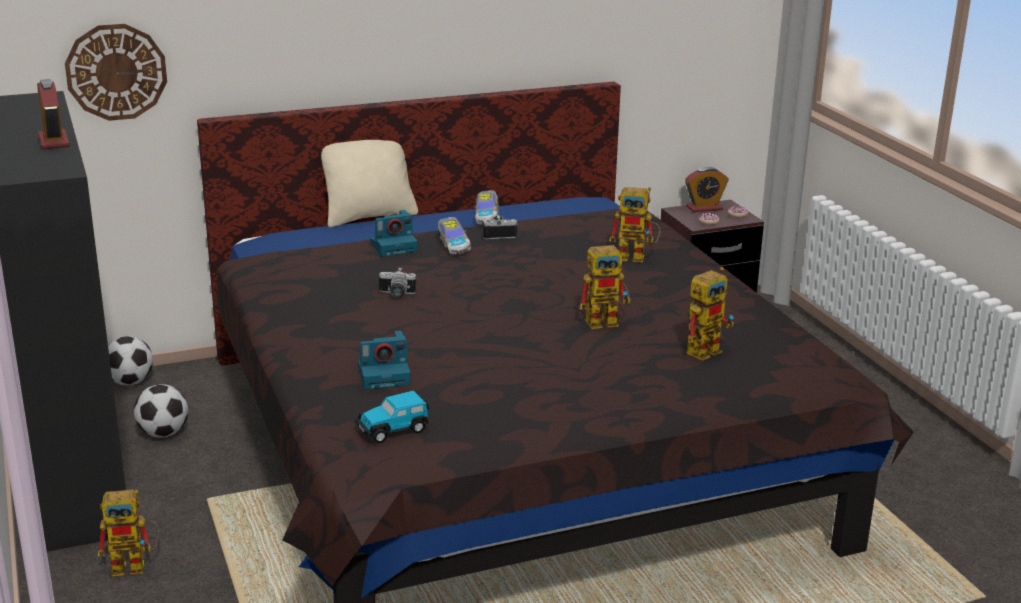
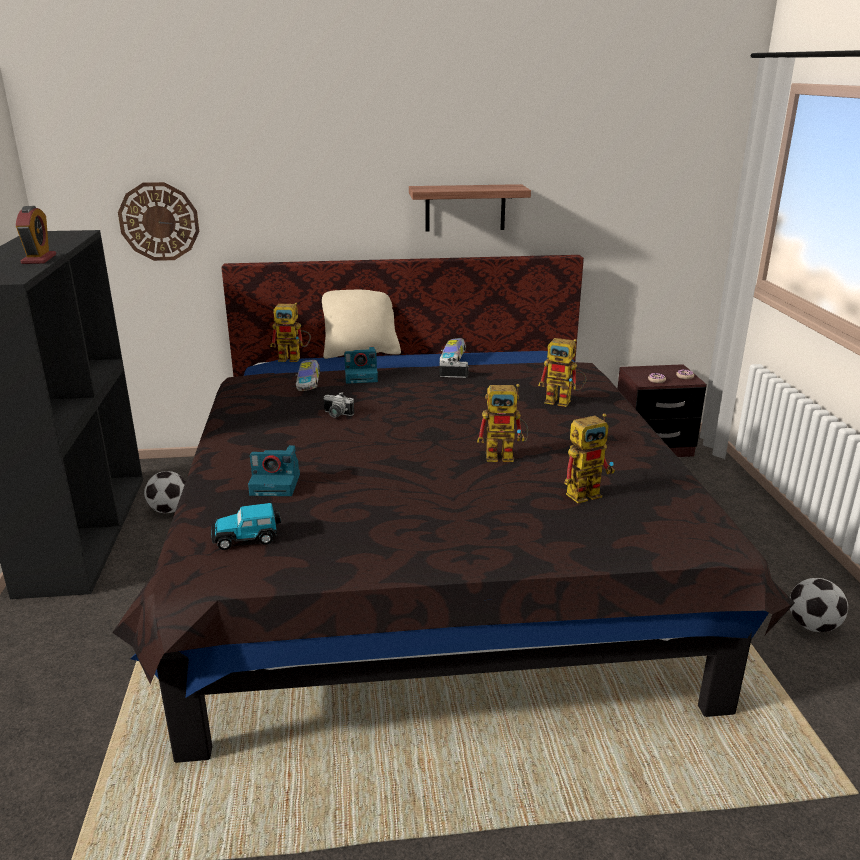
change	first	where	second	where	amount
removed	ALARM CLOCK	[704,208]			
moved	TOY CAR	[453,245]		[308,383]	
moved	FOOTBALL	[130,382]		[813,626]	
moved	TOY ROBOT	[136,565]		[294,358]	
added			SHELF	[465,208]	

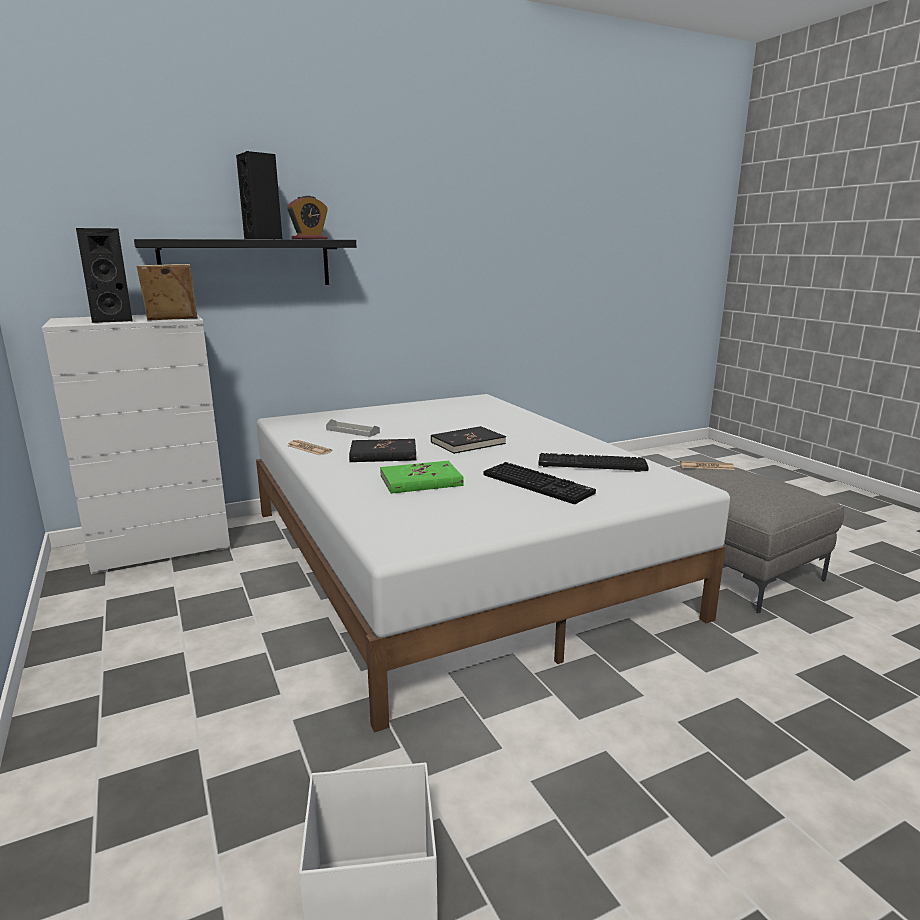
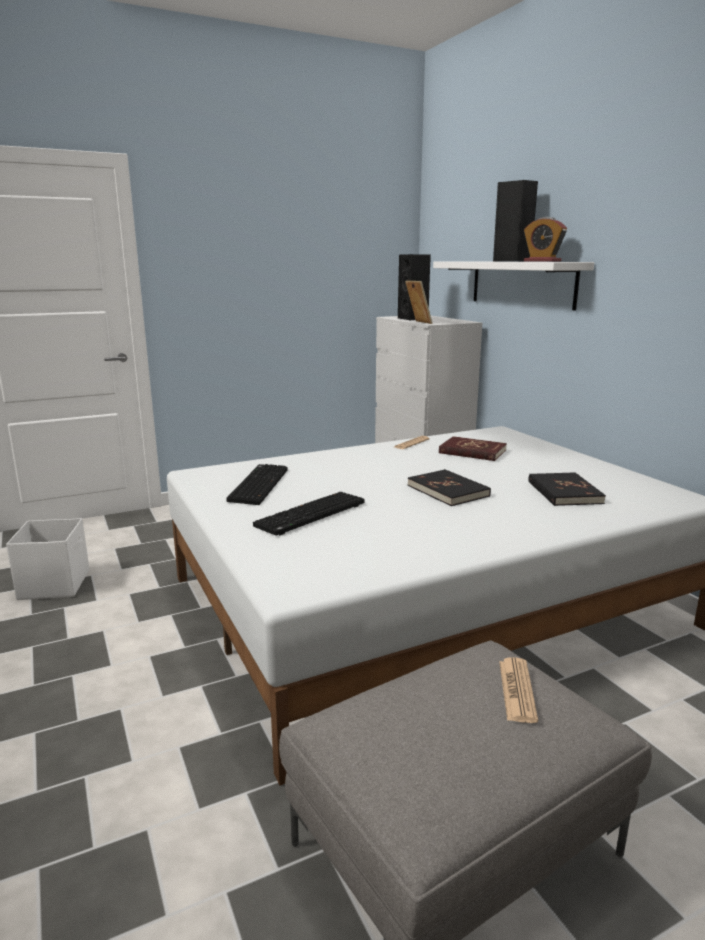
change	first	where	second	where	amount
recoloured	BLACK SHELF	[246,263]	WHITE SHELF	[522,283]	
replaced	GREY TRAY	[352,431]	RED BOOK	[472,452]	
moved	BLACK BOOK	[383,454]		[564,492]	
moved	KEYBOARD	[590,465]		[257,485]	
removed	GREEN BOOK	[421,481]			

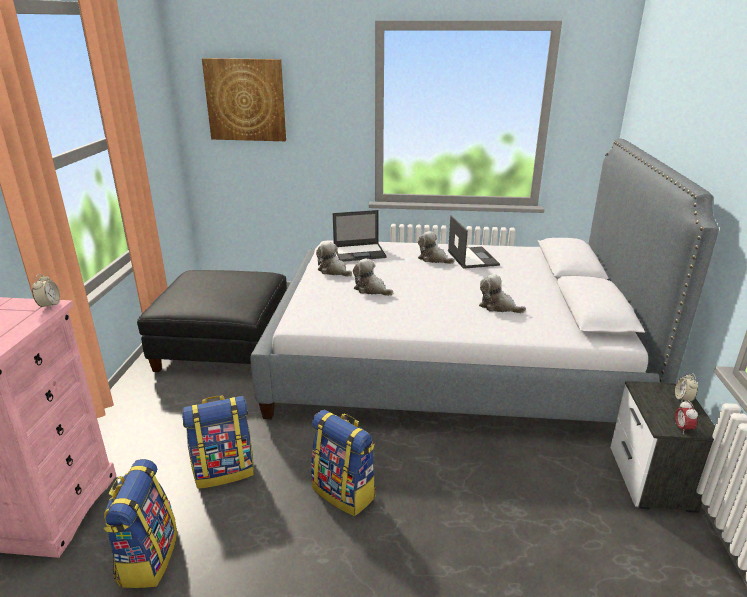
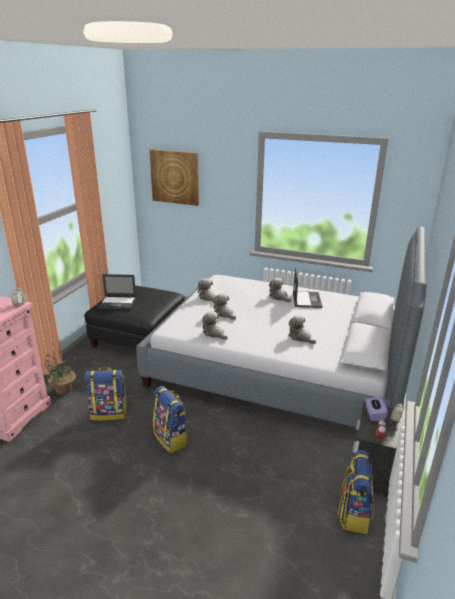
change	first	where	second	where	amount
moved	LAPTOP	[360,252]		[118,303]	
moved	BACKPACK	[147,557]		[353,513]	
added			PLUSH TOY	[214,333]	
added			POTTED PLANT	[63,390]	
added			PURPLE TISSUE BOX	[374,414]	

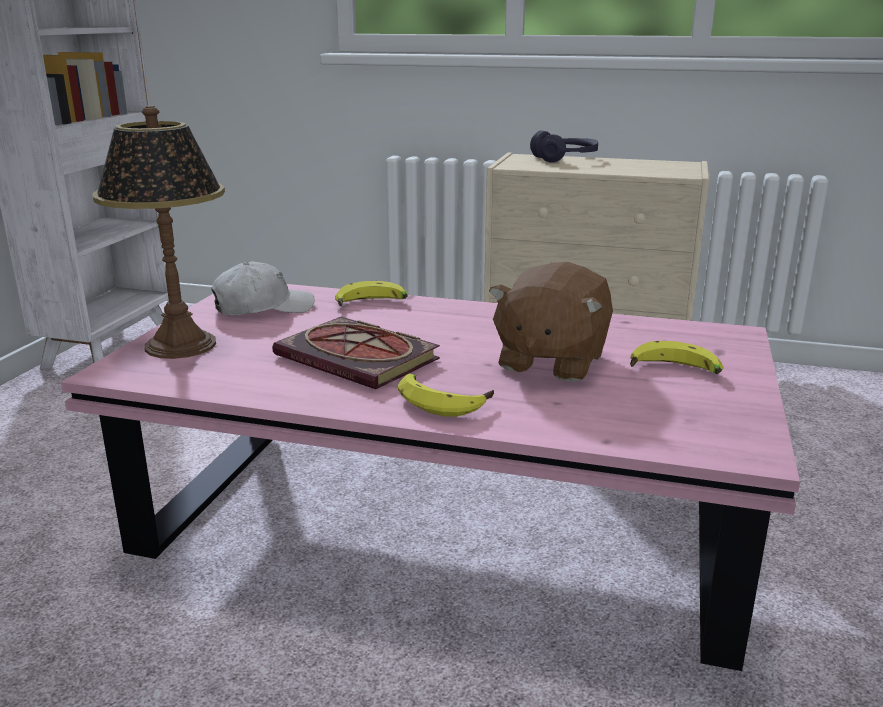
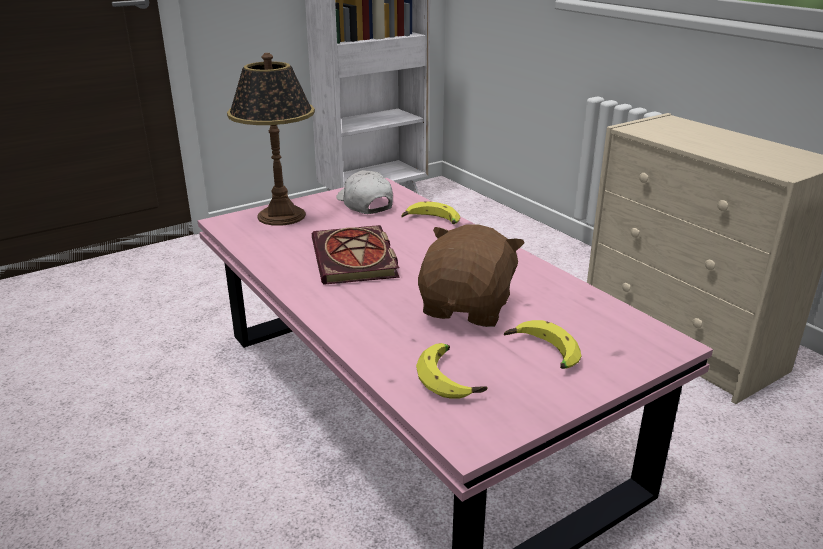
change	first	where	second	where	amount
removed	PURPLE HEADPHONES	[564,159]			
turned	WHITE CAP	[263,308]		[364,204]	135 degrees counterclockwise
turned	BROWN PLUSH TOY	[550,361]		[468,308]	135 degrees clockwise
moved	BANANA	[444,401]		[452,378]	

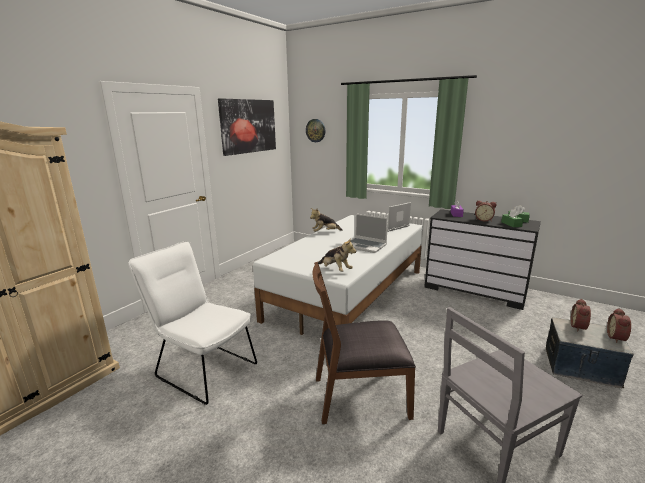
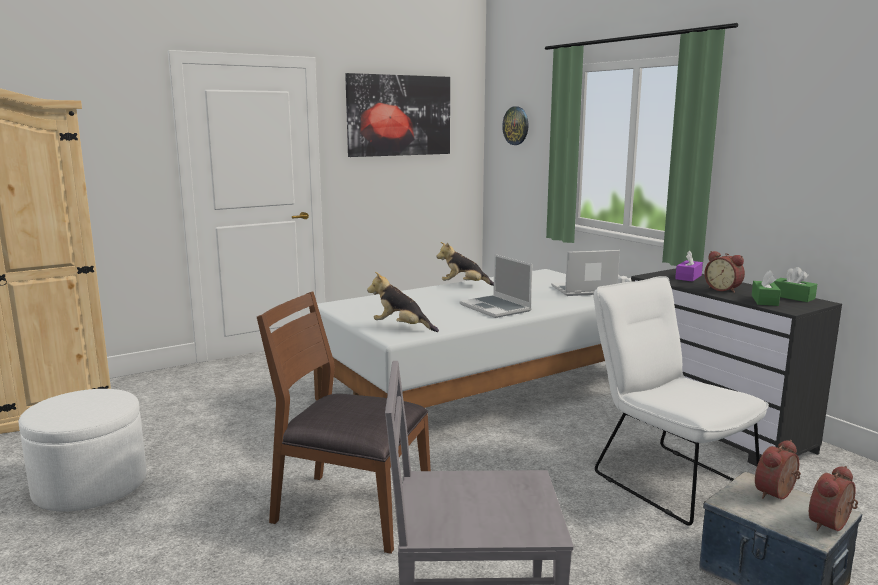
change	first	where	second	where	amount
turned	PLUSH TOY	[335,270]		[402,328]	135 degrees clockwise
moved	WHITE CHAIR	[202,368]		[665,478]	
added			WHITE OTTOMAN	[90,486]	

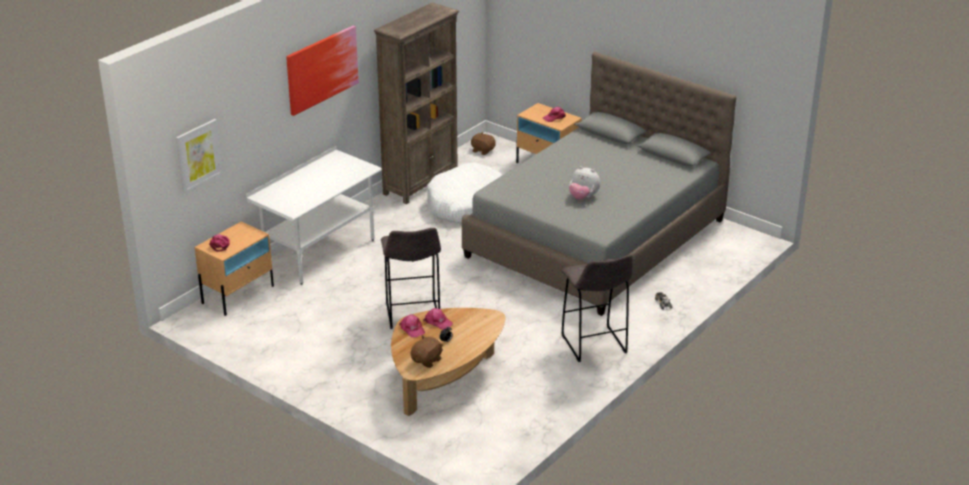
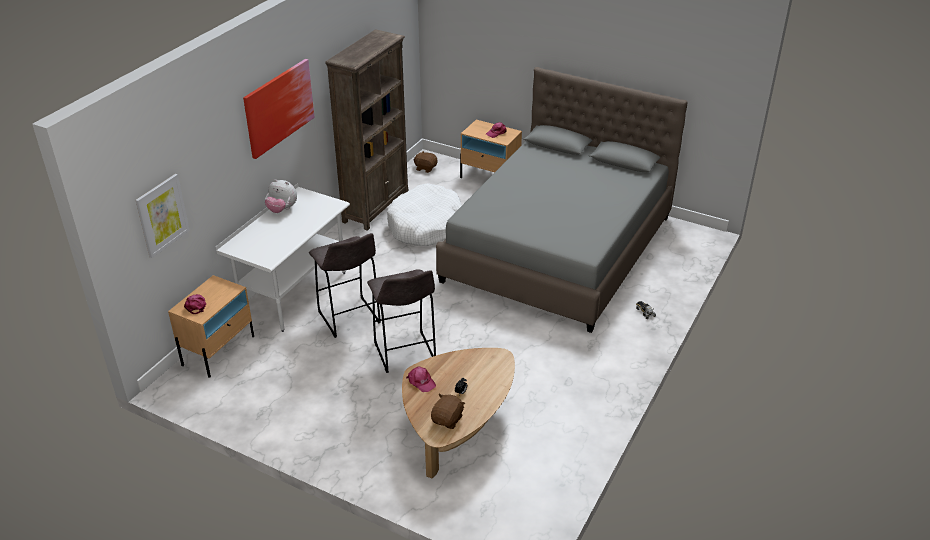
change	first	where	second	where	amount
moved	PLUSH TOY	[583,197]		[282,209]	
moved	GREY STOOL	[594,345]		[349,318]	
removed	PINK CAP	[438,322]			

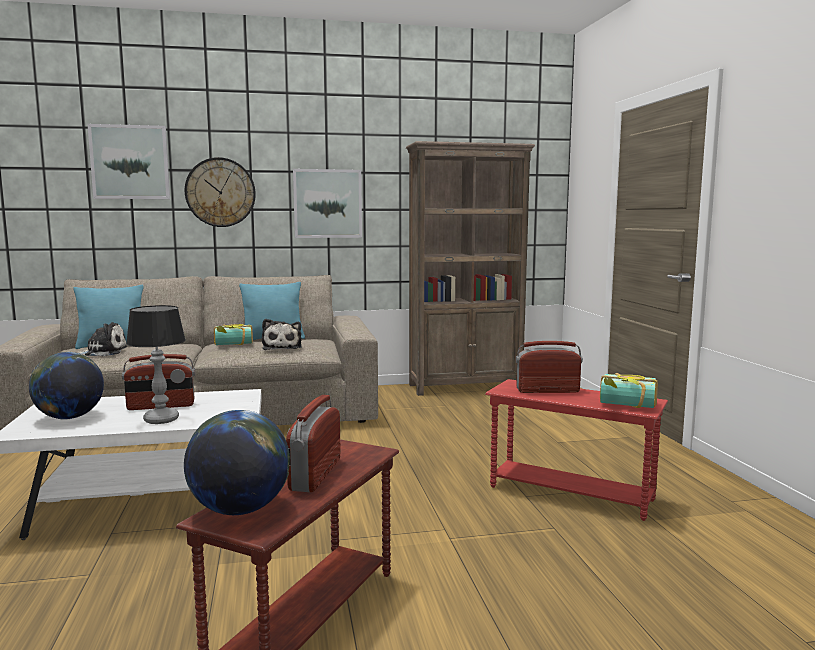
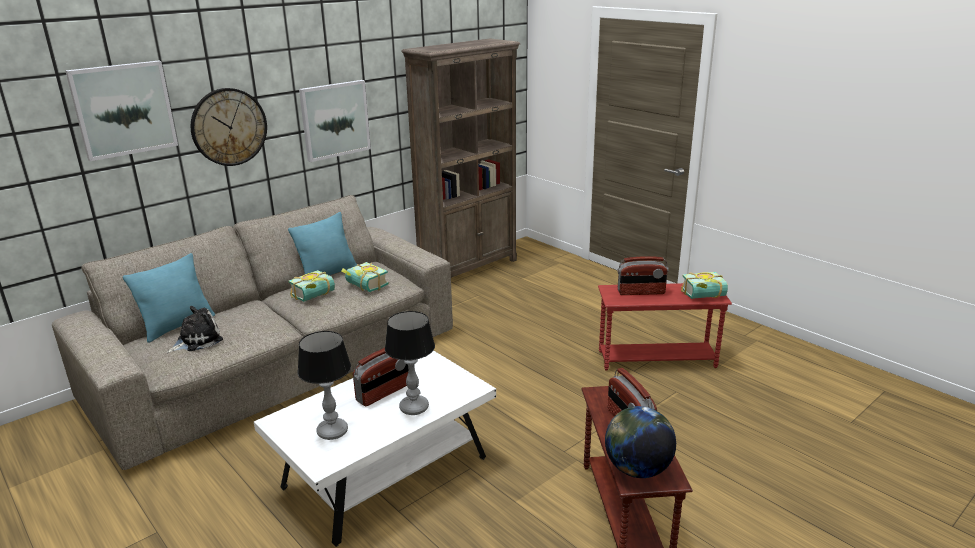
change	first	where	second	where	amount
replaced	PLUSH TOY	[282,347]	BOOK	[364,287]	
turned	RADIO	[547,390]		[641,292]	150 degrees counterclockwise
replaced	GLOBE	[70,418]	TABLE LAMP	[332,432]	

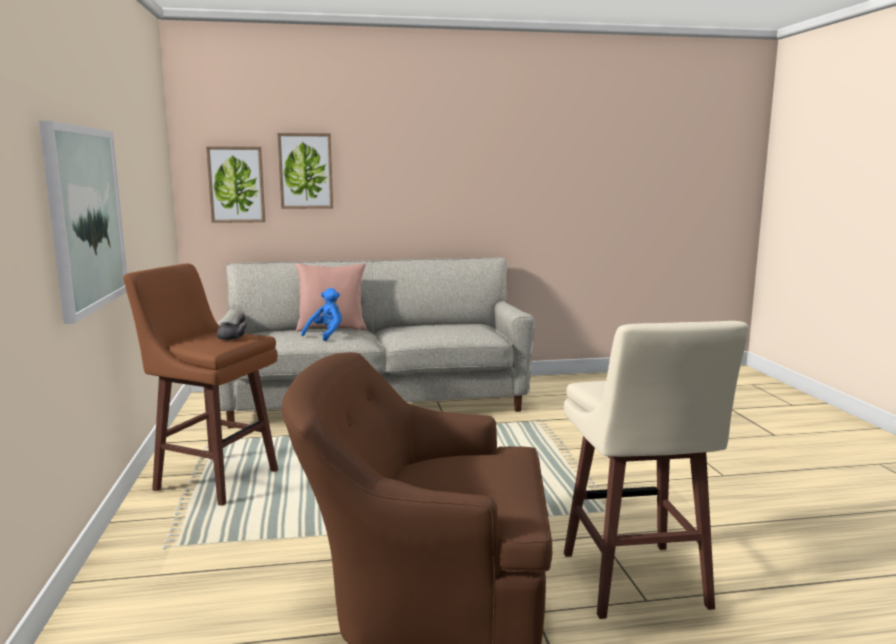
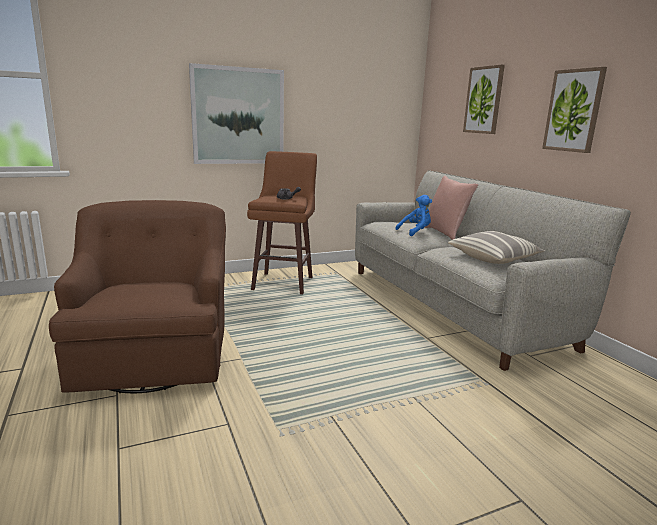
change	first	where	second	where	amount
moved	PICTURE	[236,184]		[573,110]	
turned	BLUE PLUSH TOY	[326,335]		[415,232]	45 degrees counterclockwise
removed	BEIGE STOOL	[634,583]			
added			PILLOW	[494,258]	

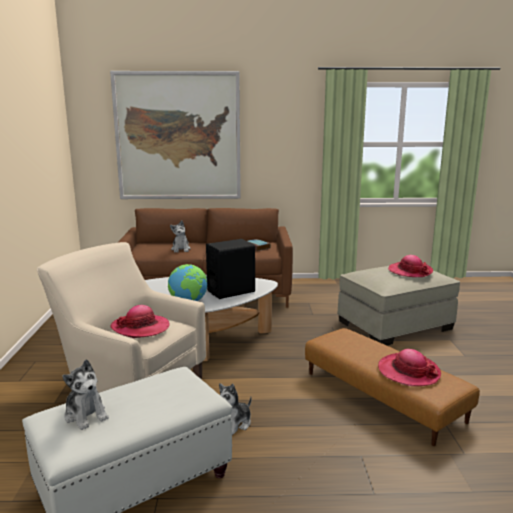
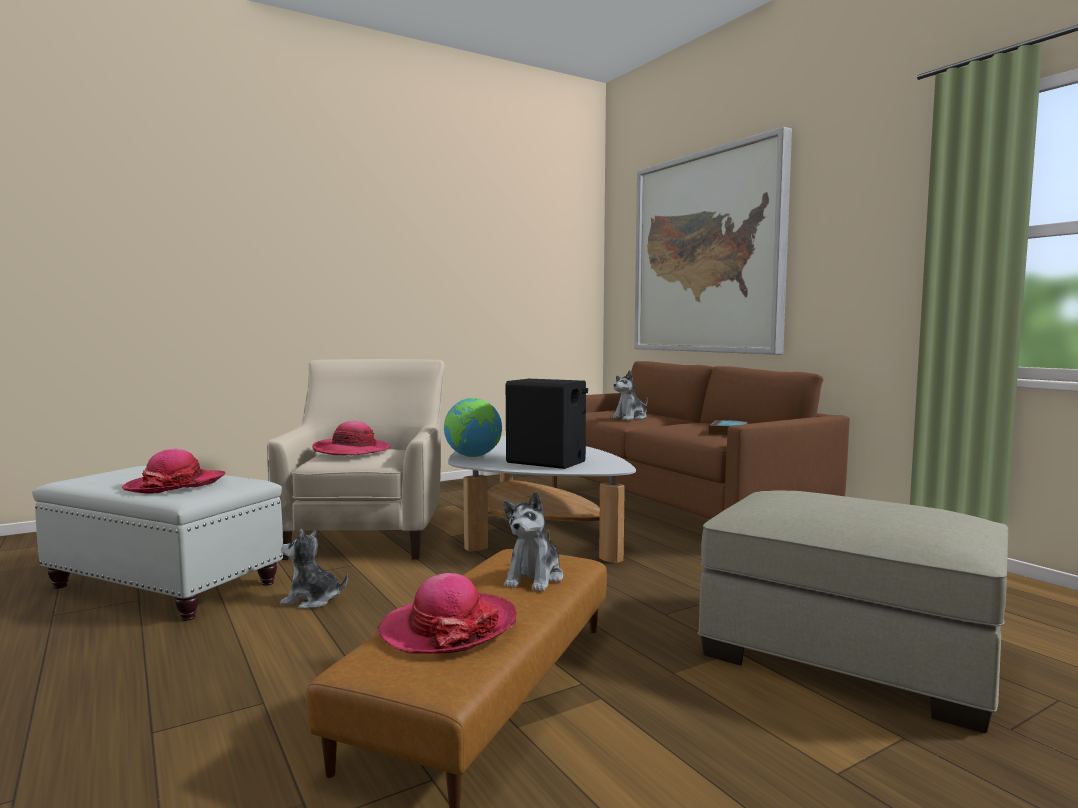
change	first	where	second	where	amount
moved	HAT	[410,271]		[176,485]	
moved	PLUSH TOY	[86,415]		[534,578]	

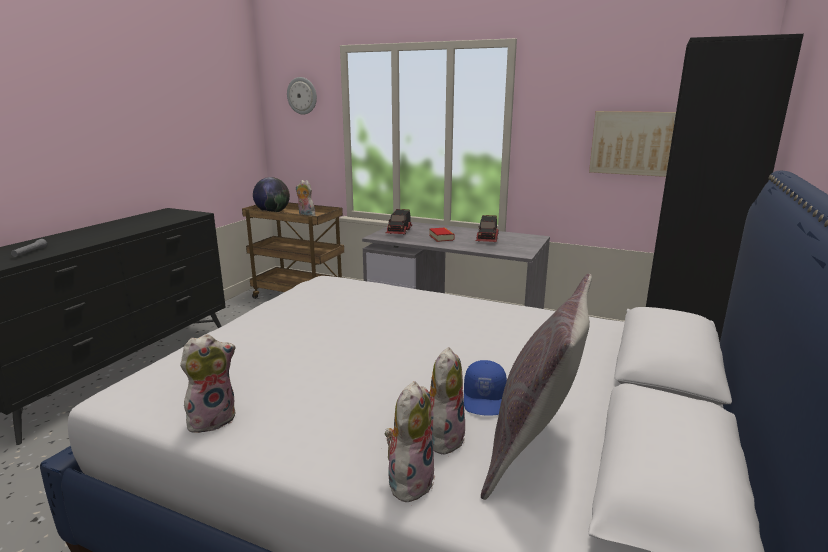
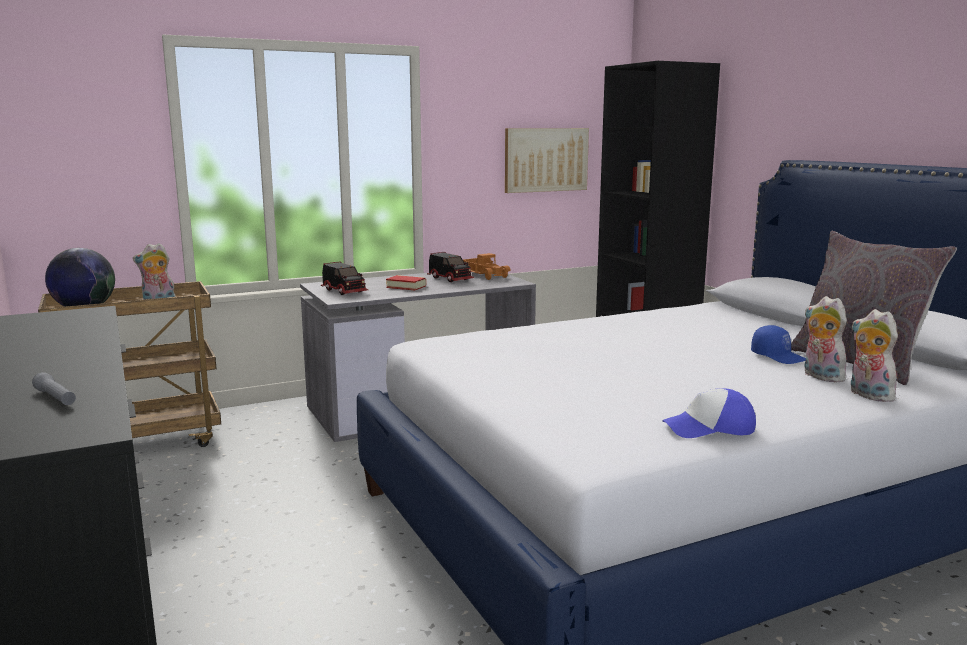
change	first	where	second	where	amount
removed	WALL CLOCK	[302,95]			
replaced	PLUSH TOY	[212,419]	CAP	[710,428]	
added			TOY TRUCK	[484,275]	

